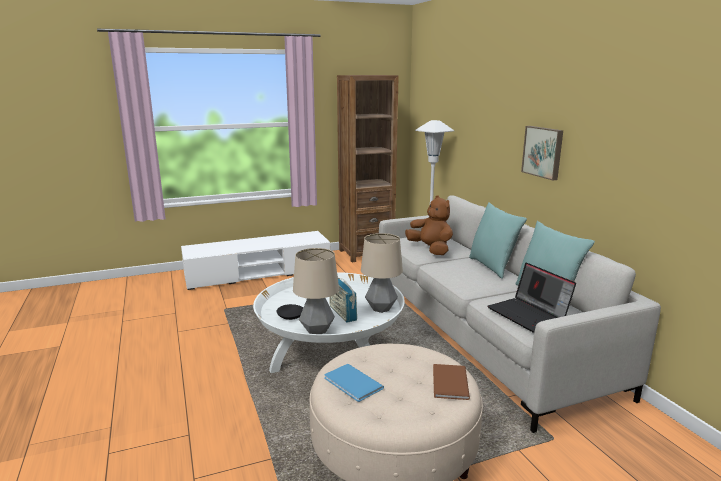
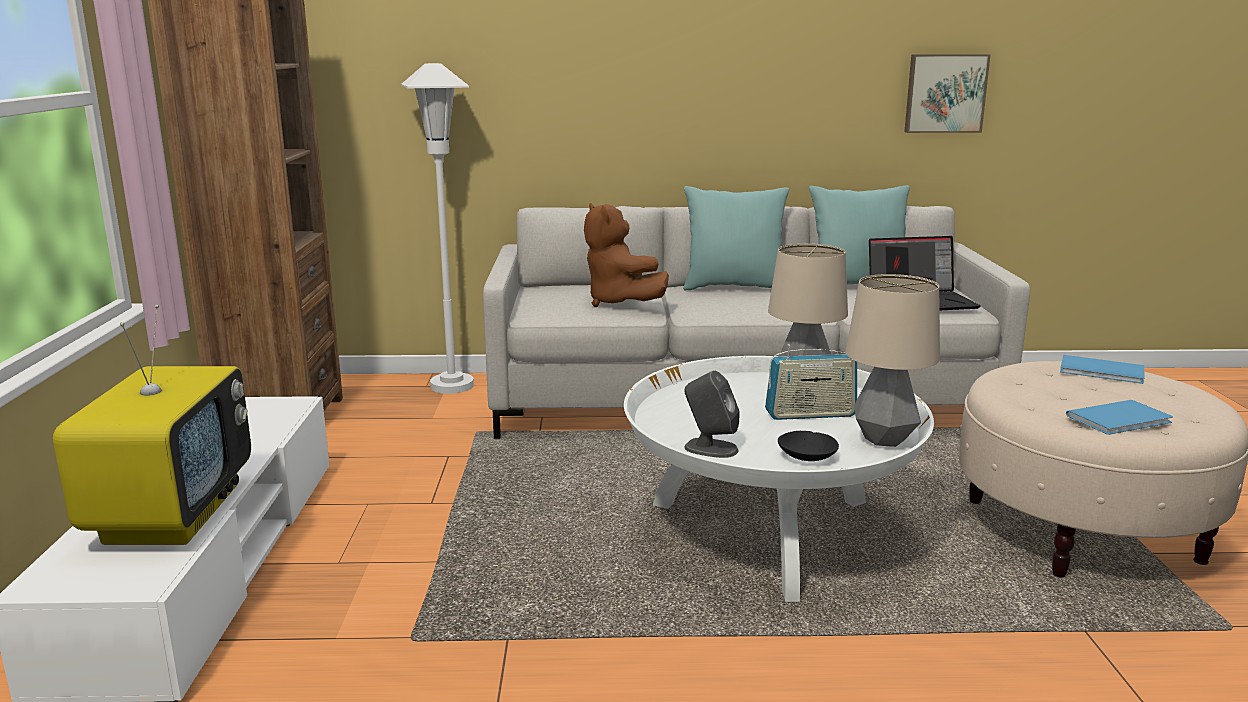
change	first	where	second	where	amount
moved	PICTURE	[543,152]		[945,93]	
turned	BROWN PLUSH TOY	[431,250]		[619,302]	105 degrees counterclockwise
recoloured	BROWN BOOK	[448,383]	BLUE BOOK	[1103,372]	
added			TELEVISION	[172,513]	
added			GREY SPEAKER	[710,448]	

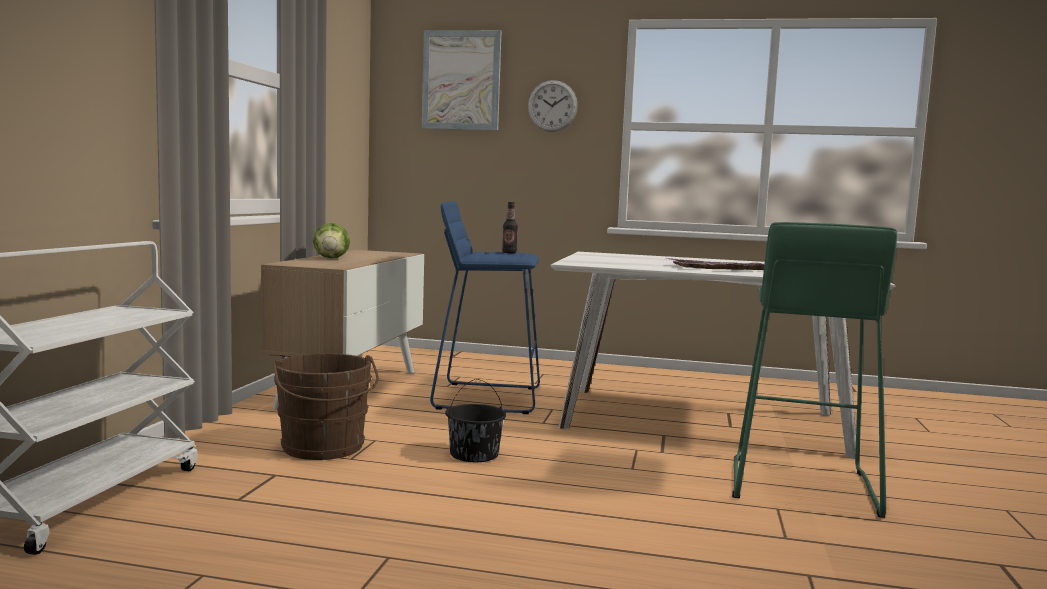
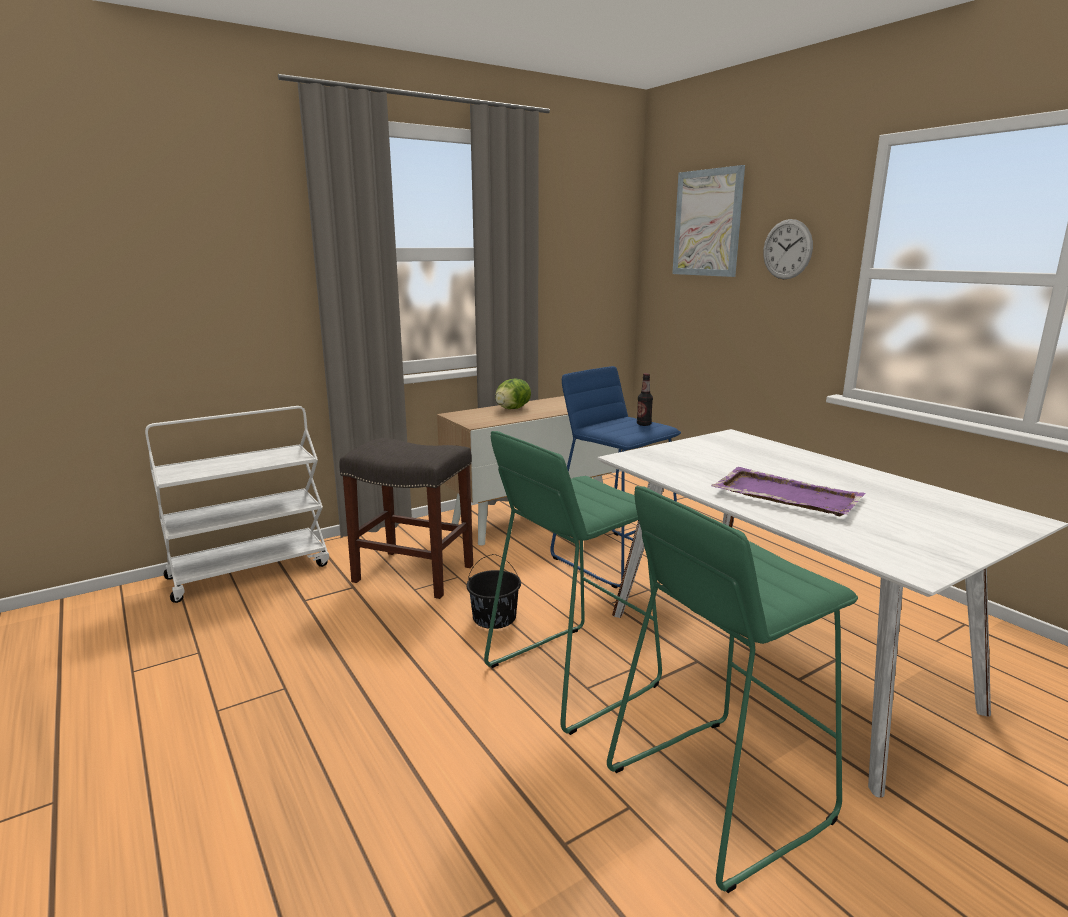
change	first	where	second	where	amount
replaced	BROWN BUCKET	[324,448]	GREY STOOL	[415,573]	
added			GREEN STOOL	[570,675]	

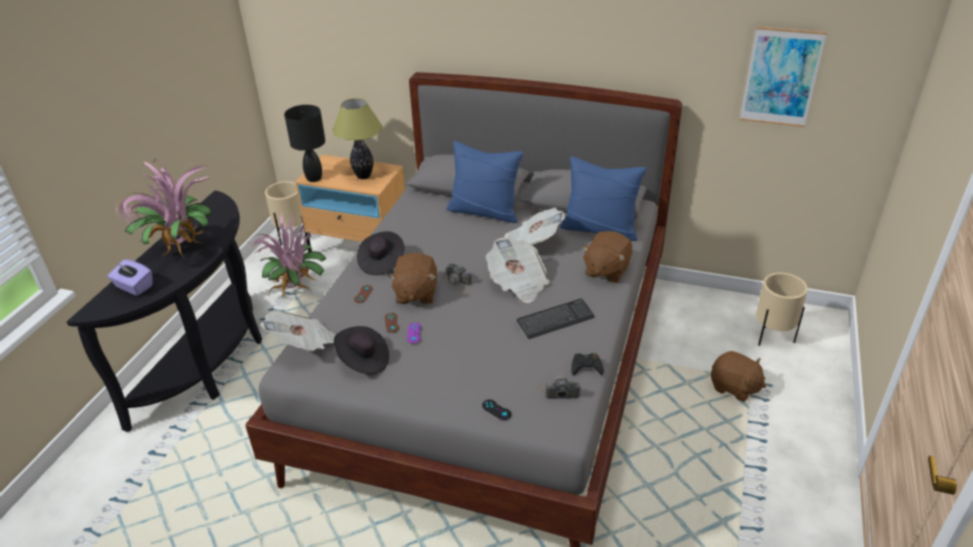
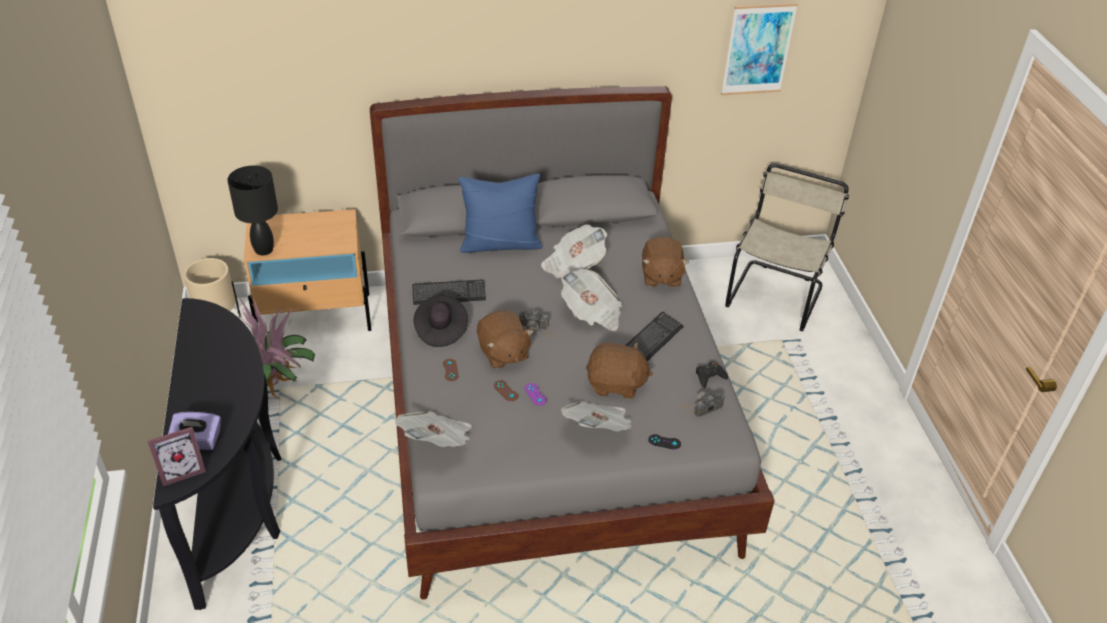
change	first	where	second	where	amount
removed	TABLE LAMP	[363,176]			
removed	BLUE PILLOW	[600,229]			
removed	POTTED PLANT	[180,250]			
replaced	BEIGE PLANTER	[772,337]	BEIGE CHAIR	[775,294]	
removed	BLACK HAT	[363,360]			
moved	BROWN PLUSH TOY	[734,387]		[616,384]	
added			KEYBOARD	[449,293]	
added			NEWSPAPER	[598,429]	
added			PICTURE FRAME	[181,470]	

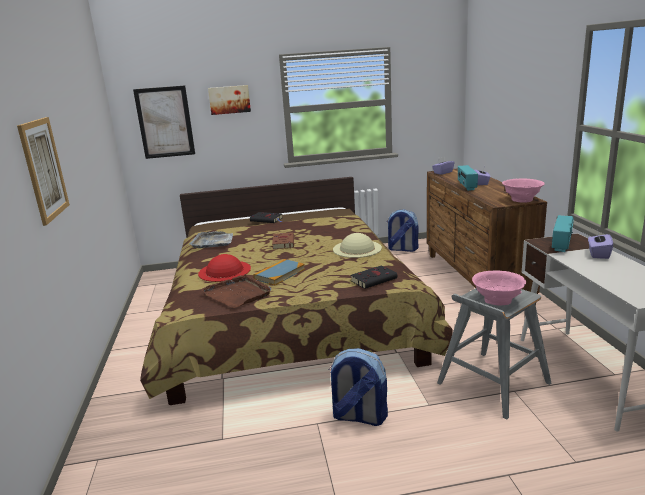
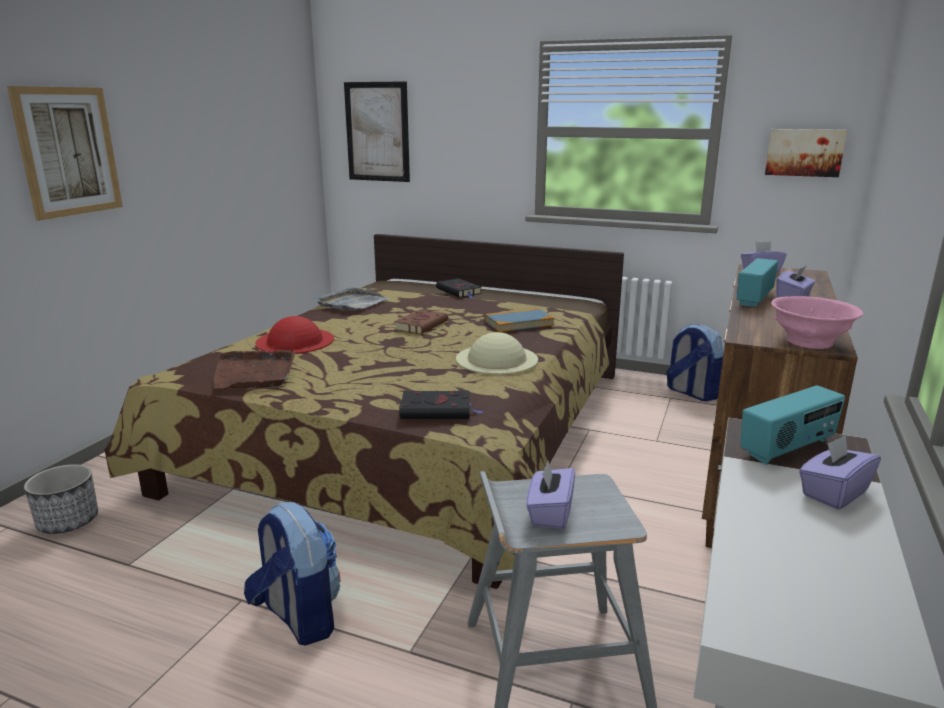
change	first	where	second	where	amount
moved	PICTURE	[229,99]		[804,152]	
moved	BOOK	[279,274]		[519,323]	
replaced	PINK BOWL	[497,301]	PURPLE TISSUE BOX	[549,513]	
added			PLANTER	[67,522]	

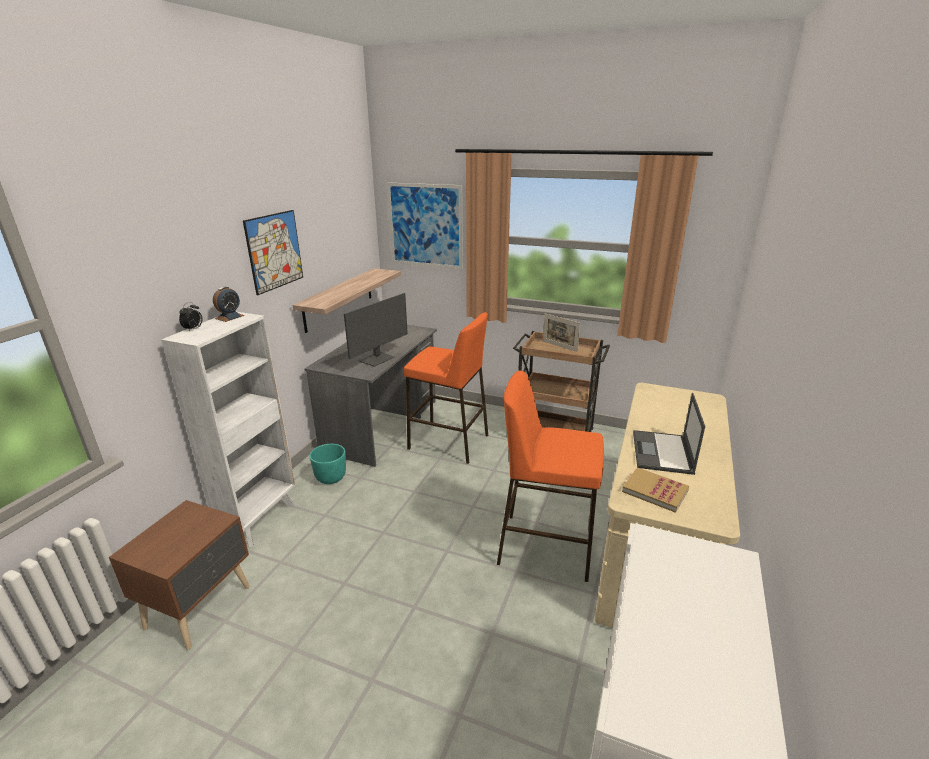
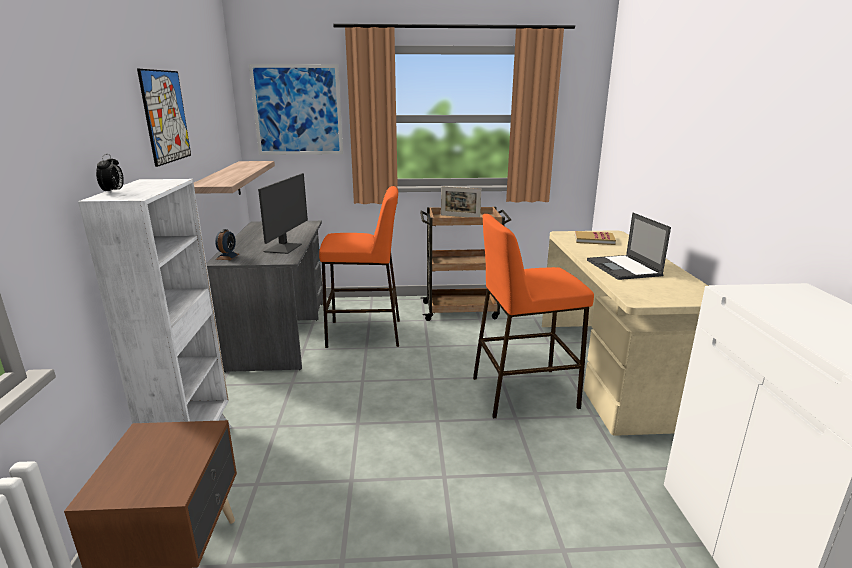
change	first	where	second	where	amount
moved	ALARM CLOCK	[229,317]		[227,256]	
removed	TURQUOISE PLANTER	[331,478]			
moved	BOOK	[655,491]		[594,240]	

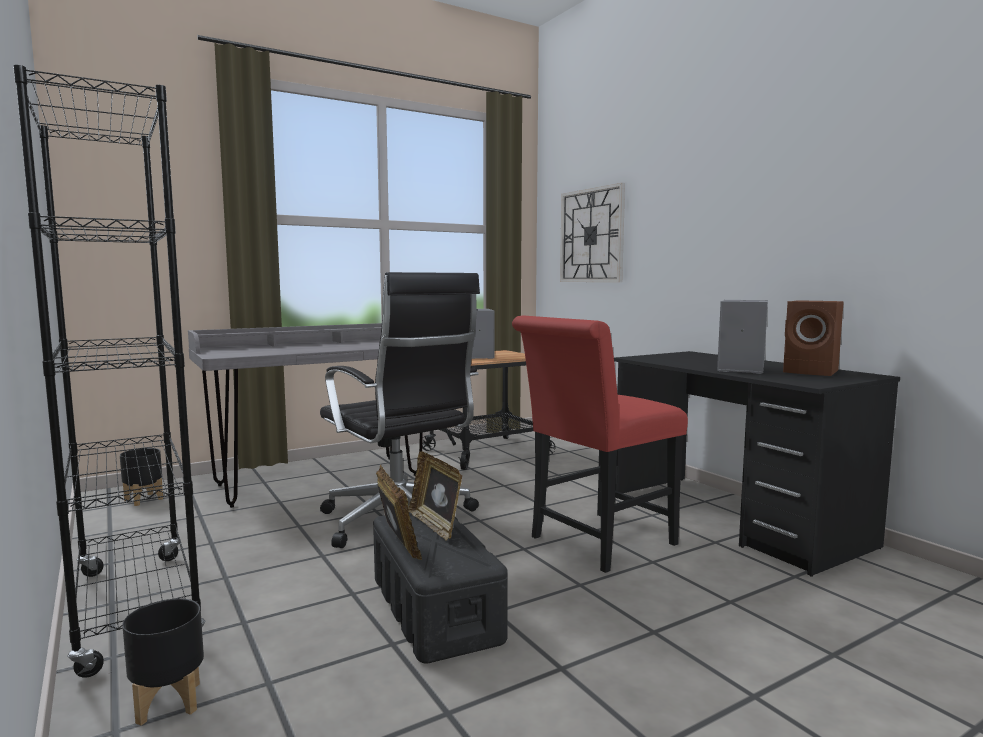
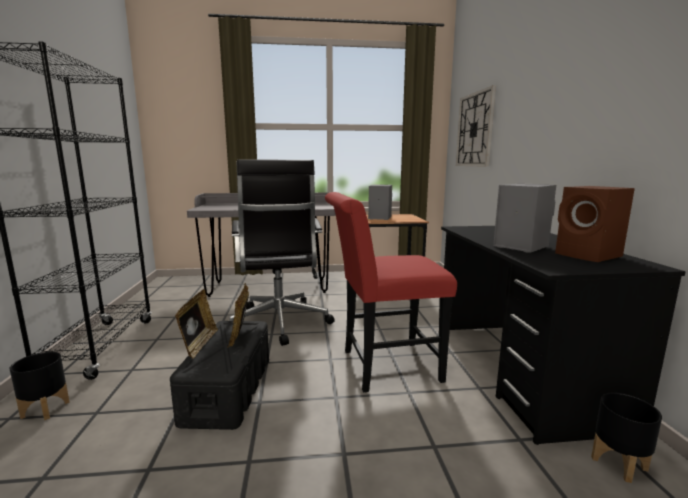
change	first	where	second	where	amount
moved	BLACK PLANTER	[144,499]		[619,463]	

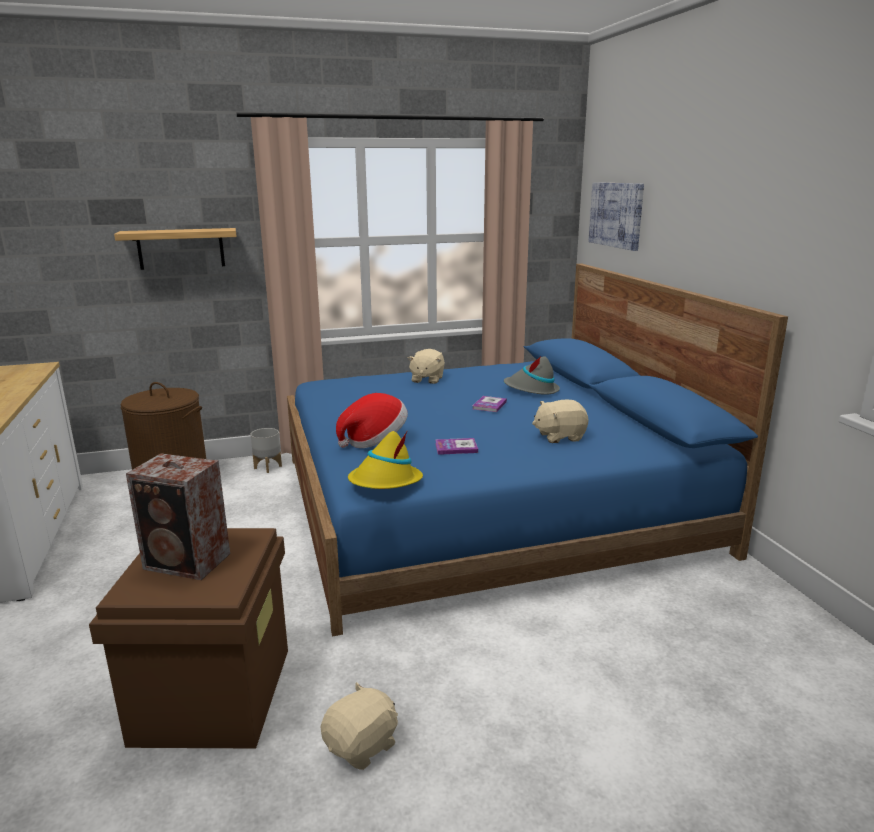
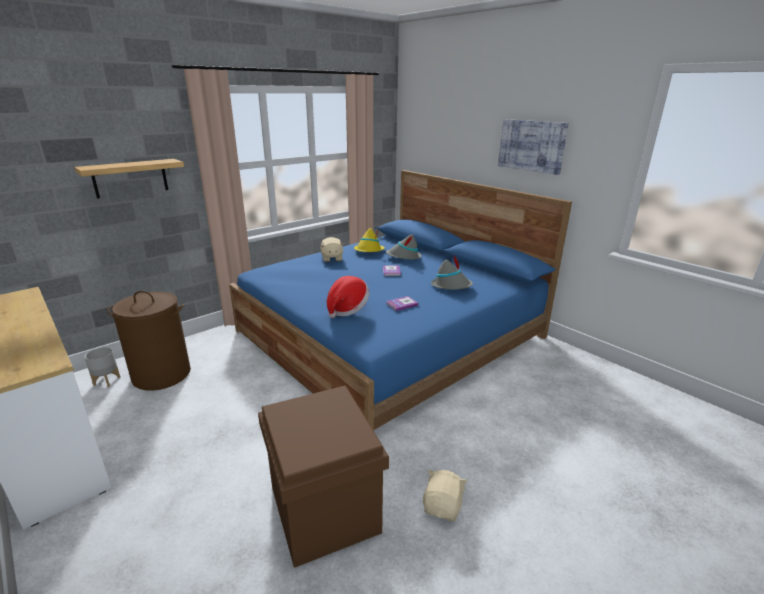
change	first	where	second	where	amount
moved	PICTURE	[616,215]		[531,146]	
replaced	BEIGE PLUSH TOY	[559,436]	GREY HAT	[451,286]	
moved	GREY PLANTER	[268,467]		[107,381]	
moved	YELLOW HAT	[385,482]		[369,251]	
removed	SPEAKER	[188,562]			

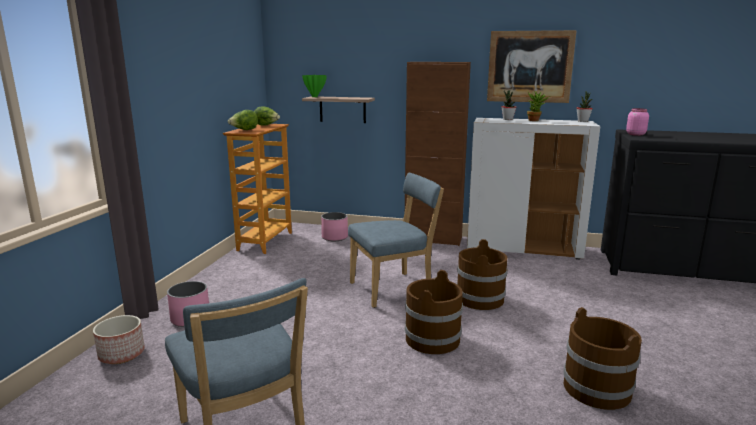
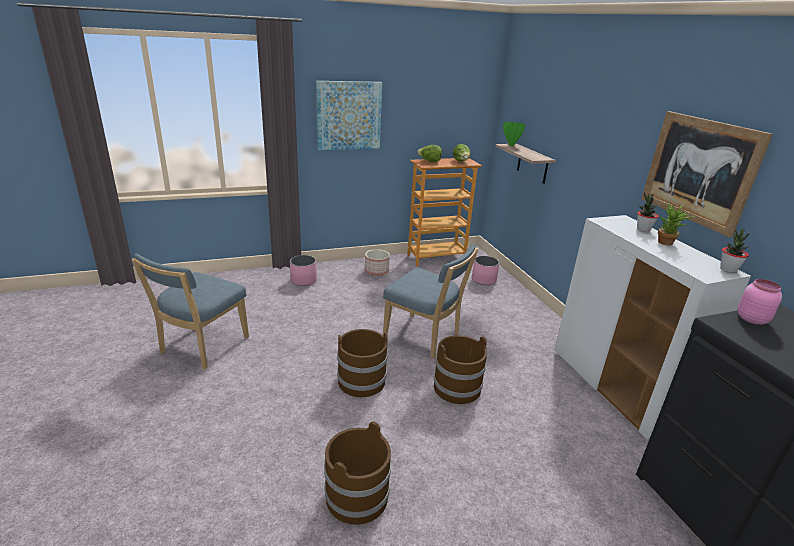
change	first	where	second	where	amount
removed	BROWN CABINET	[433,239]			
moved	PLANTER	[122,354]		[376,271]	
added			PICTURE	[348,115]	

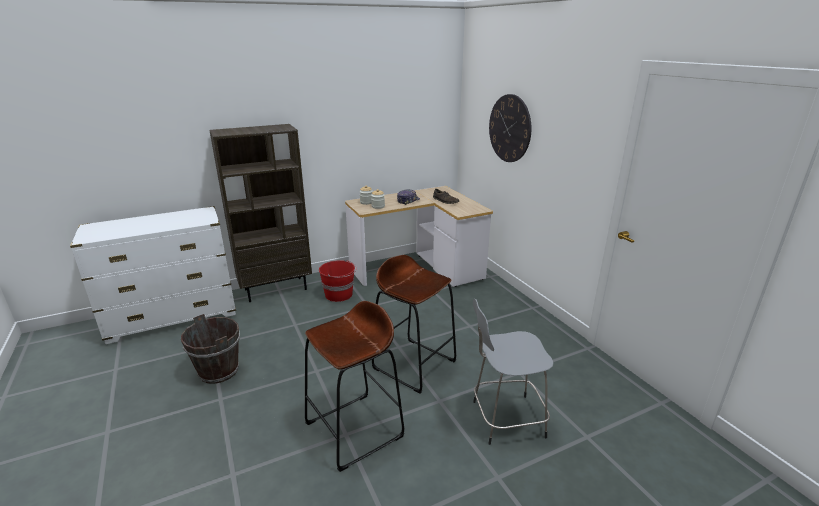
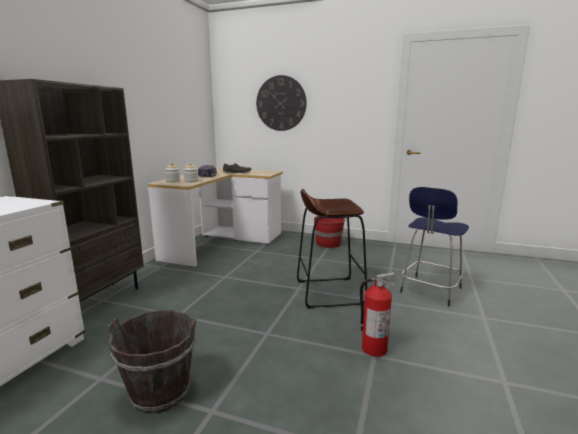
change	first	where	second	where	amount
moved	RED BUCKET	[339,294]		[329,243]	
recoloured	GREY STOOL	[505,419]	BLUE STOOL	[430,291]	
replaced	BROWN STOOL	[354,430]	FIRE EXTINGUISHER	[373,348]	

